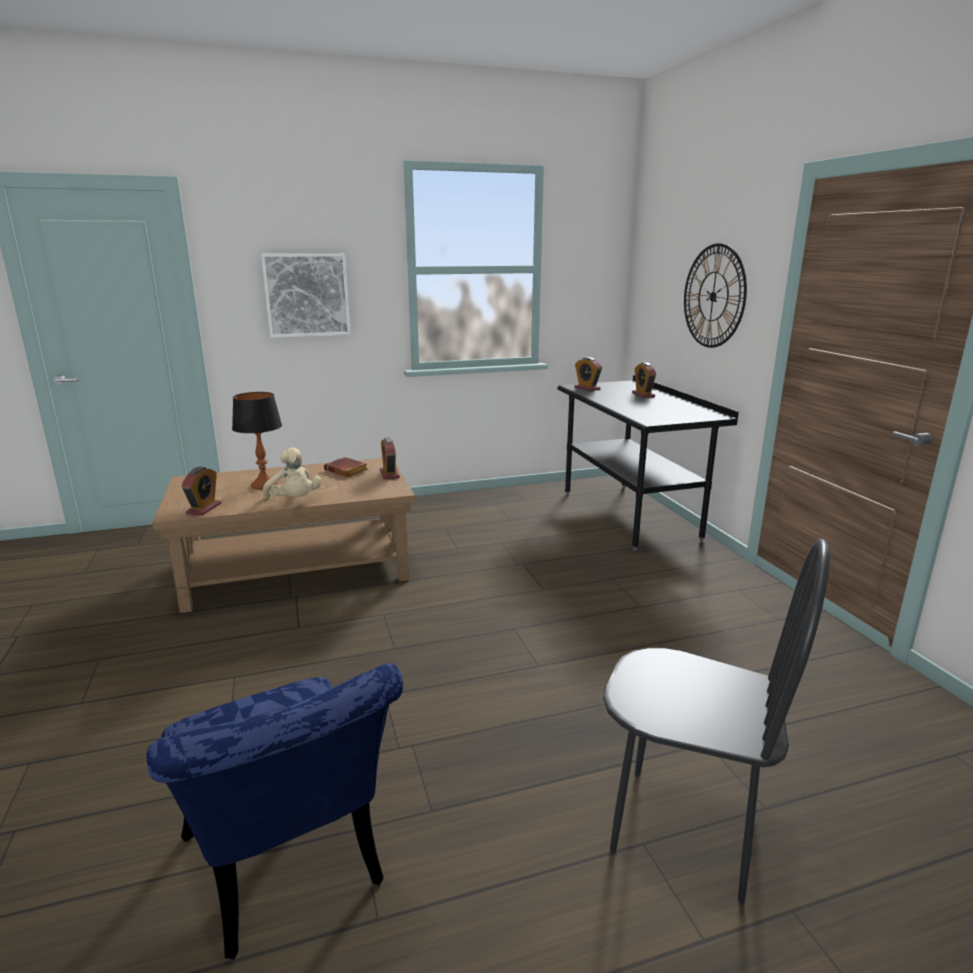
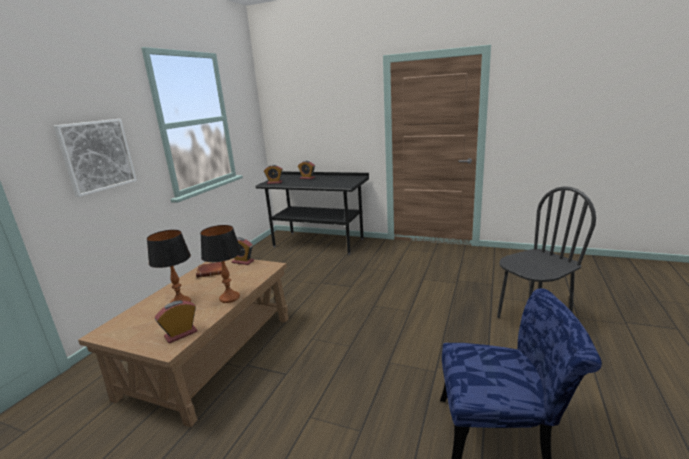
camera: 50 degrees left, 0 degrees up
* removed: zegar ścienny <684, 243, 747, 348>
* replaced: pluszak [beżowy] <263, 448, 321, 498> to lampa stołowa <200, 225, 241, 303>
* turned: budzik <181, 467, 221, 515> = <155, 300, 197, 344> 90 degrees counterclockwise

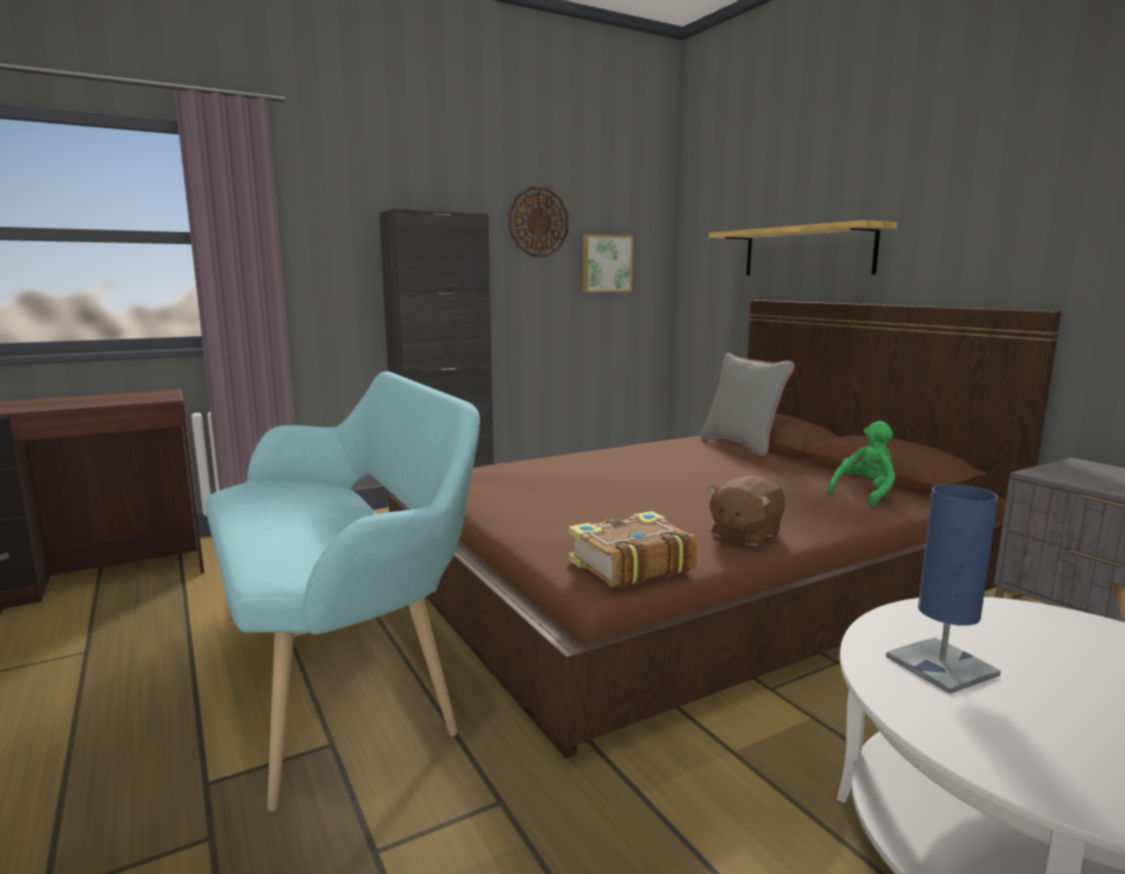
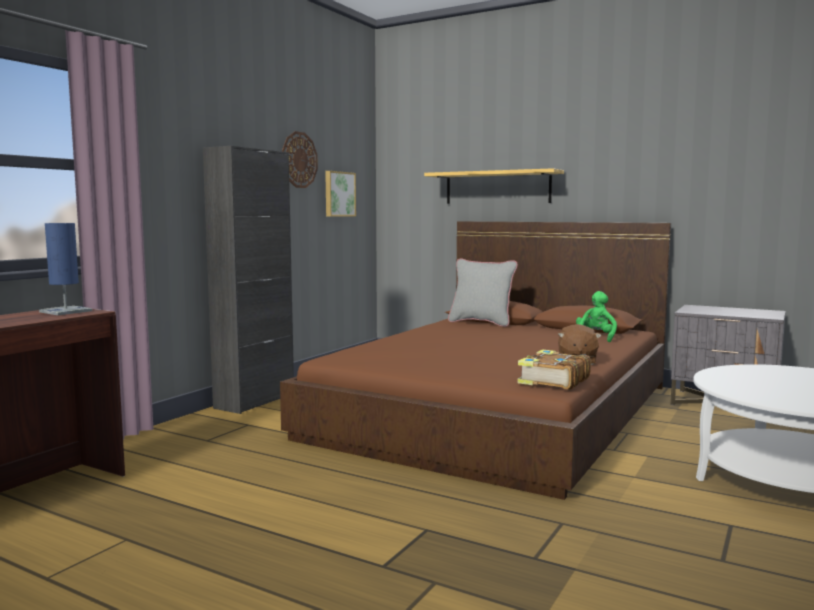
camera: 30 degrees left, 5 degrees down
* removed: ławka [turkusowy] <206, 372, 480, 811>
* moved: lampa stołowa [niebieski] <886, 484, 1001, 694> to <39, 223, 92, 315>

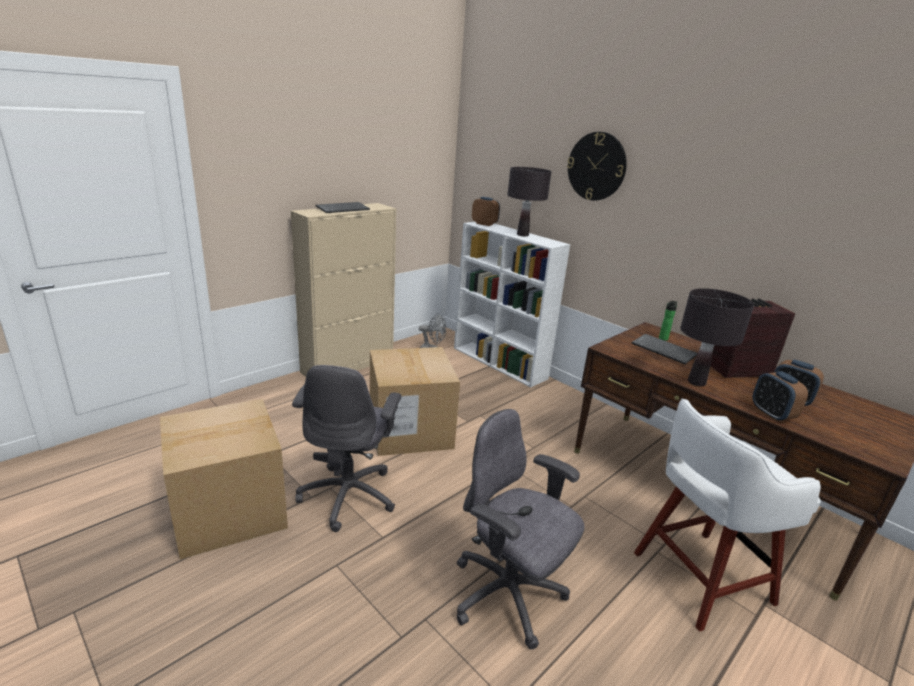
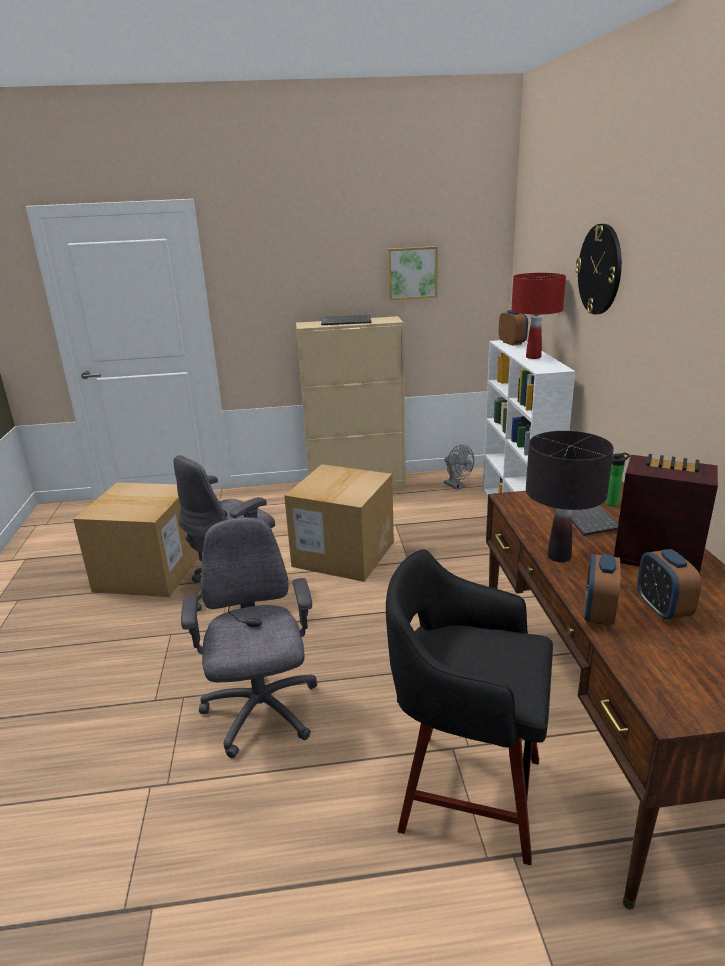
camera: 40 degrees right, 0 degrees up
* added: obraz <388, 246, 438, 300>
* recoloured: lampa stołowa [czarny] <508, 167, 551, 236> to lampa stołowa [czerwony] <511, 273, 566, 359>
* recoloured: stołek [biały] <634, 398, 821, 631> to stołek [czarny] <386, 549, 553, 865>

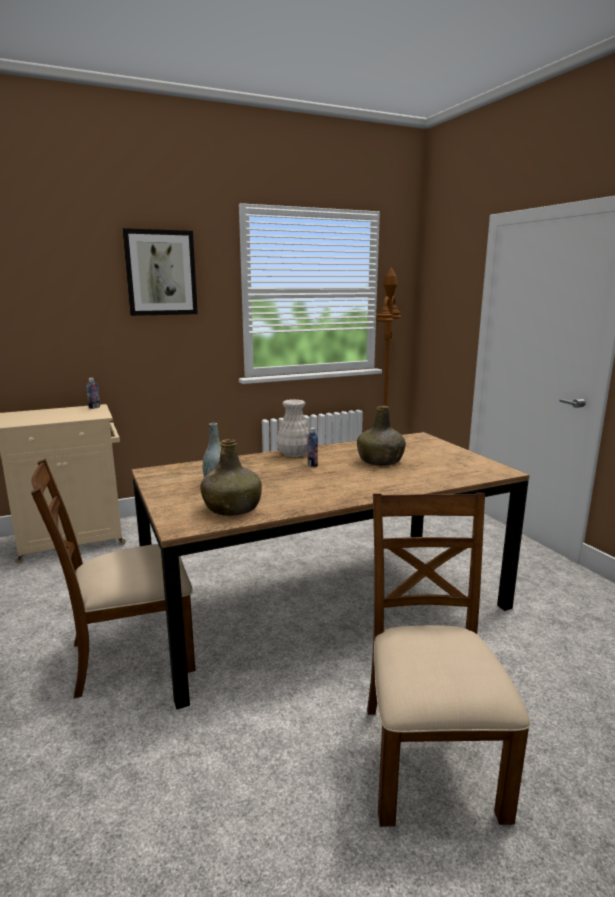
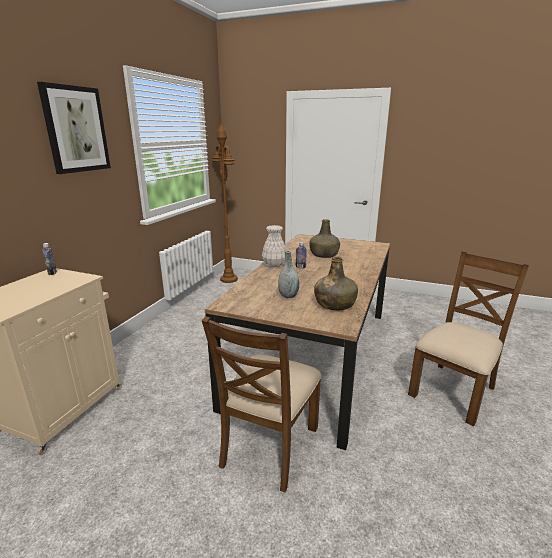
camera: 45 degrees left, 5 degrees up
* turned: krzesło [brązowy] <367, 493, 530, 827> = <408, 252, 529, 426> 90 degrees clockwise

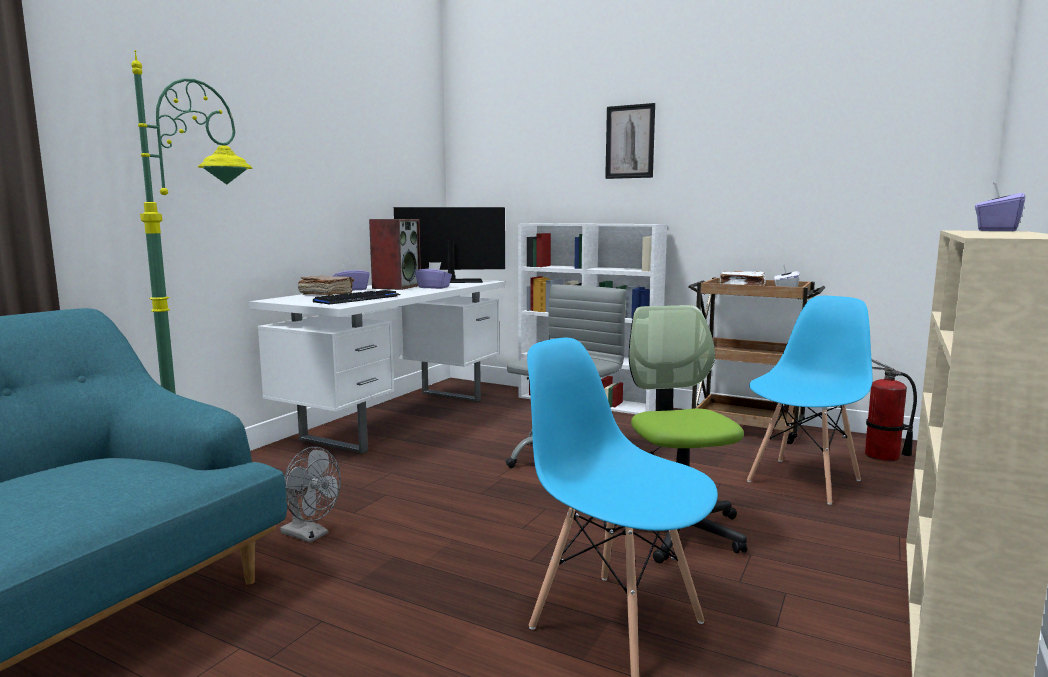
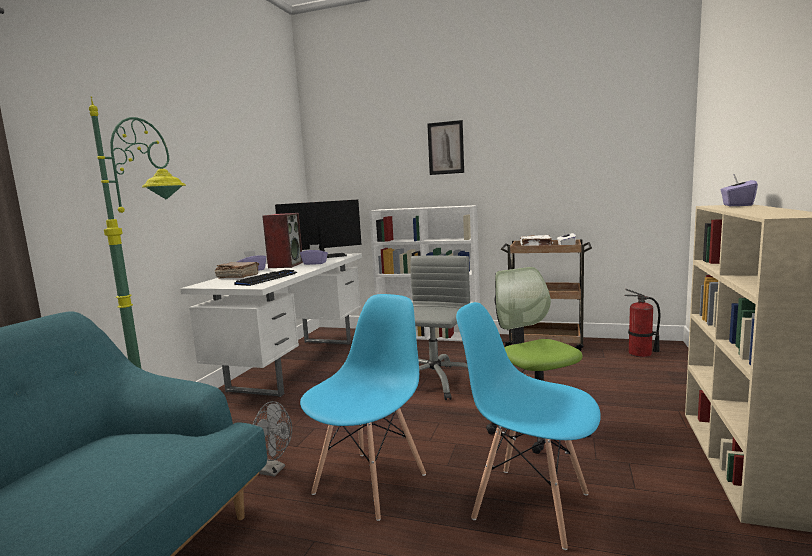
camera: 10 degrees left, 0 degrees up
* moved: krzesło [niebieski] <747, 296, 873, 505> to <300, 294, 426, 521>

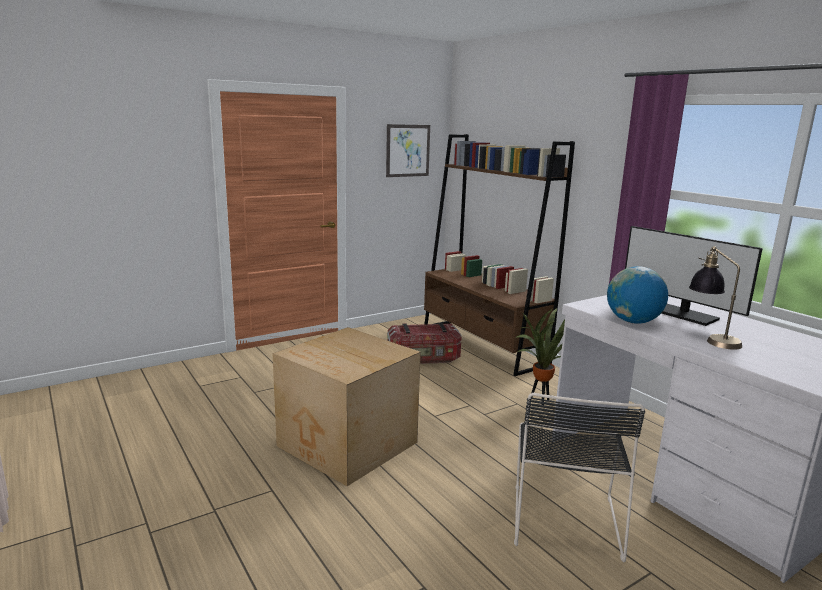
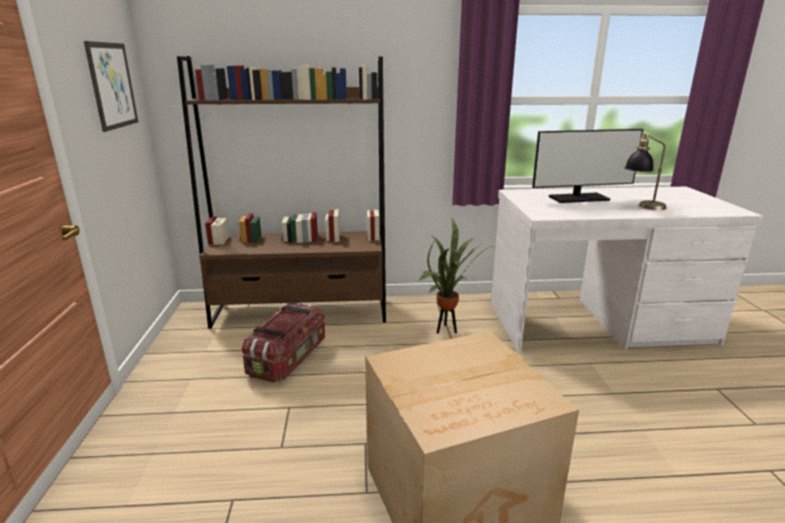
camera: 60 degrees left, 5 degrees up
* removed: krzesło [czarny] <514, 393, 645, 562>
* removed: globus <607, 266, 668, 324>

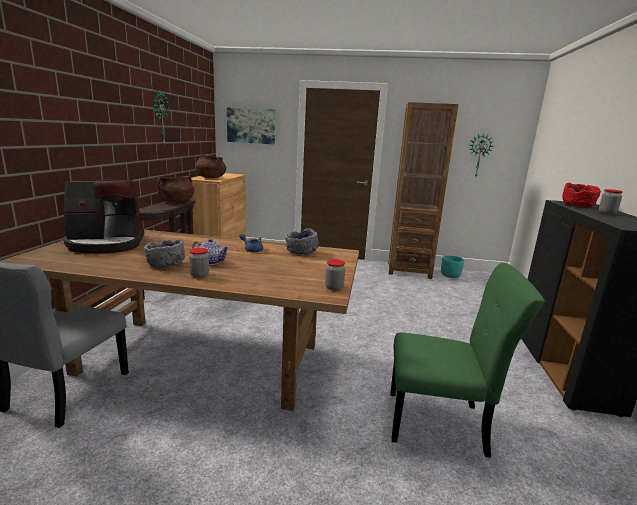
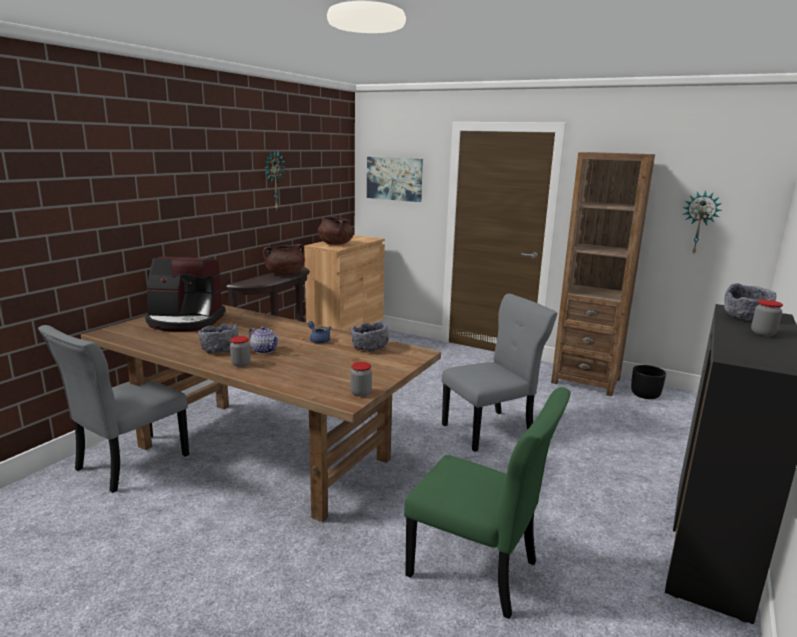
camera: 20 degrees right, 0 degrees up
* added: krzesło [szary] <442, 294, 558, 452>
* recoloured: donica [turkusowy] <441, 255, 464, 278> to donica [czarny] <631, 365, 666, 399>
* recoloured: miska [czerwony] <562, 183, 601, 208> to miska [szary] <724, 283, 776, 322>

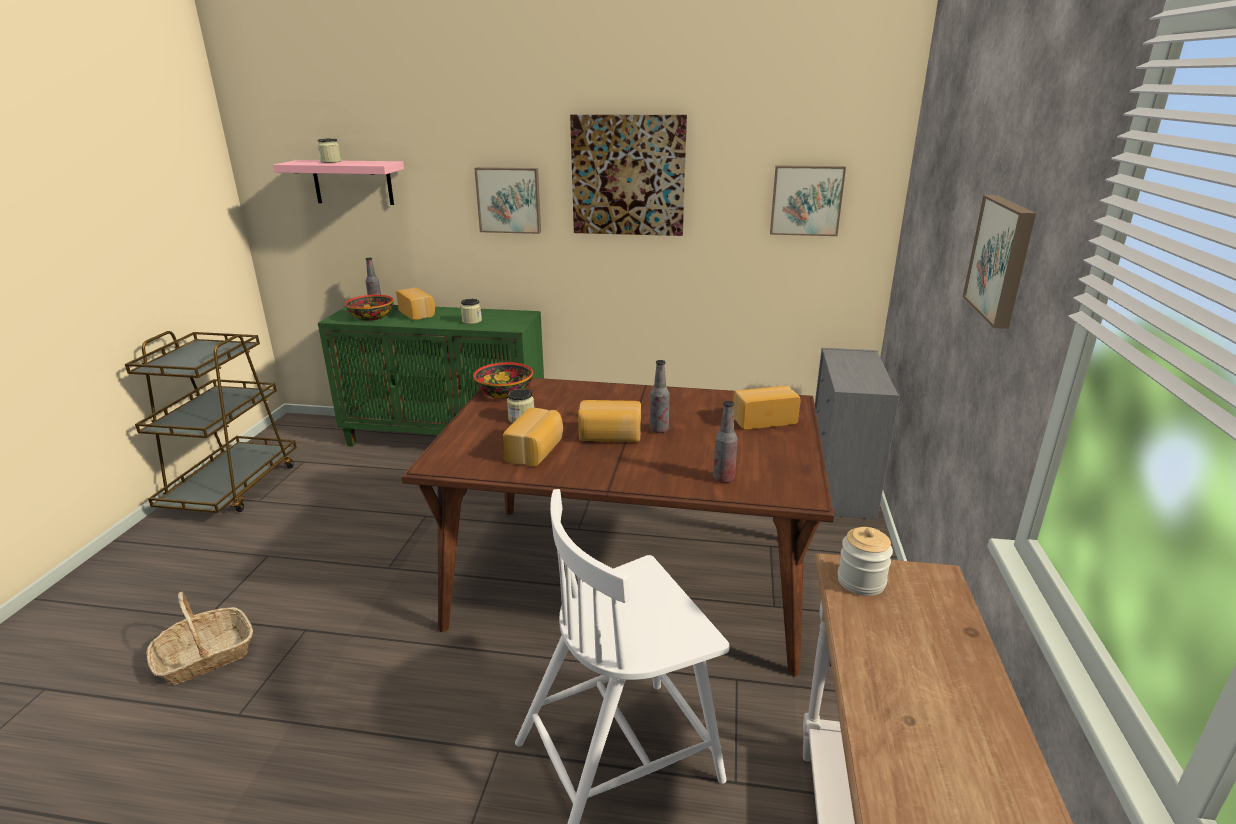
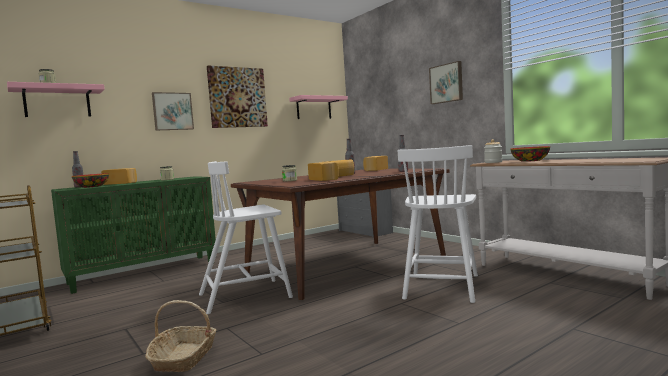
camera: 45 degrees left, 20 degrees down
* added: krzesło [biały] <199, 161, 293, 314>
* moved: miska <473, 362, 533, 399> to <510, 146, 550, 162>
* replaced: obraz <770, 165, 846, 236> to półka [różowy] <289, 95, 348, 119>

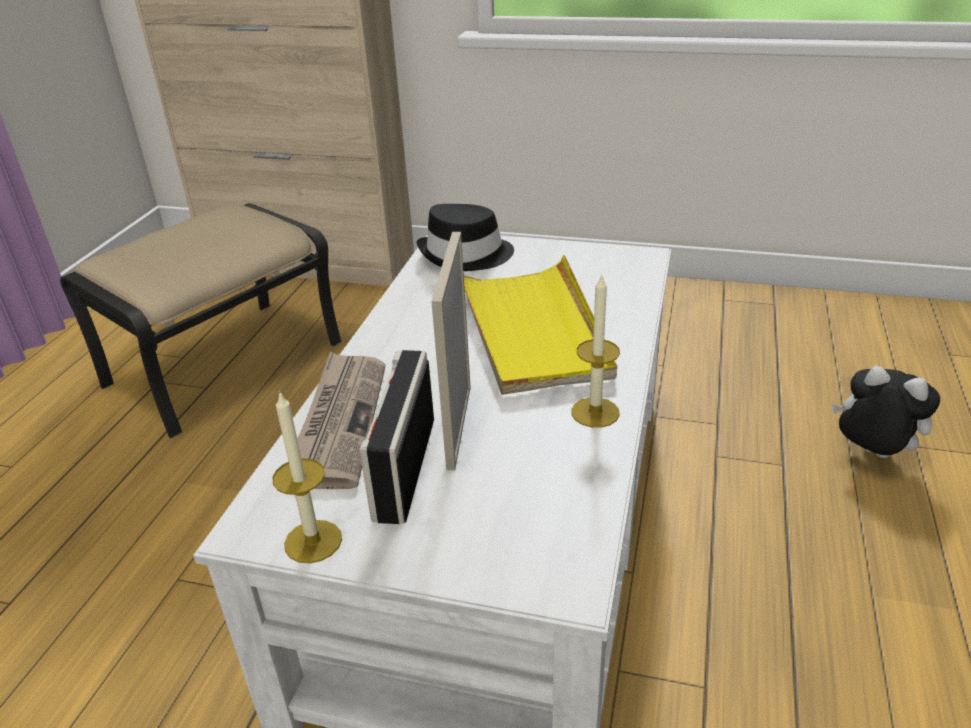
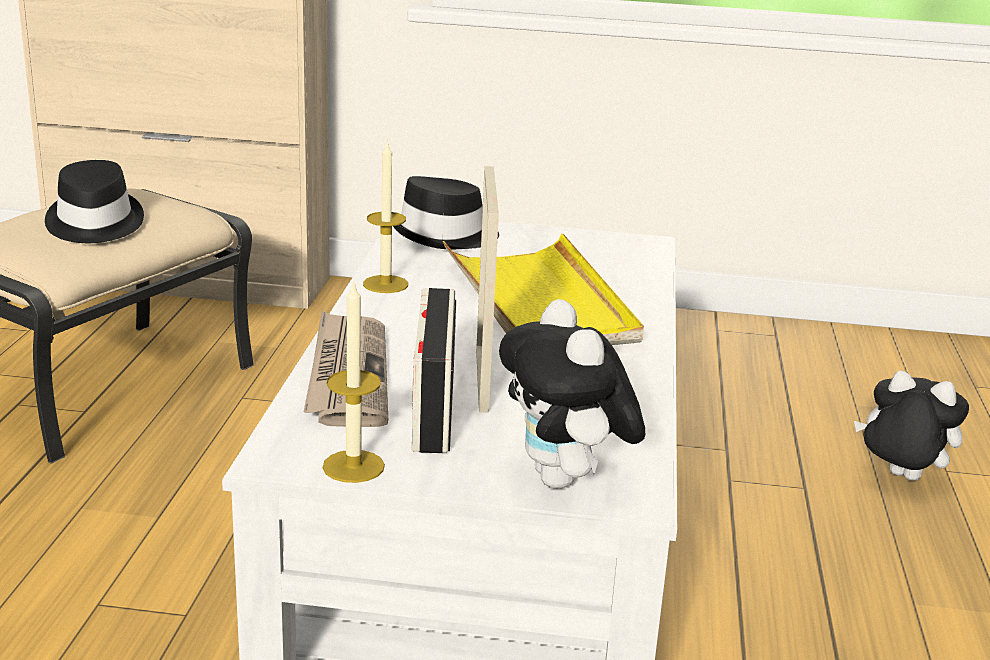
camera: 10 degrees left, 10 degrees down
* added: kapelusz [czarny] <45, 160, 144, 243>
* added: pluszak <499, 299, 645, 489>
* moved: świeca <571, 273, 620, 428> to <363, 140, 408, 293>

